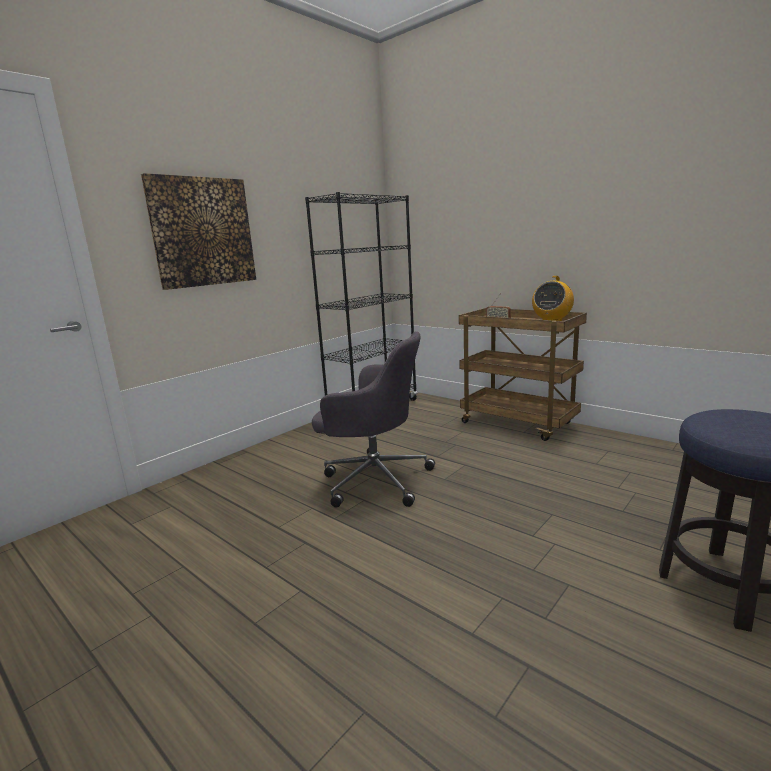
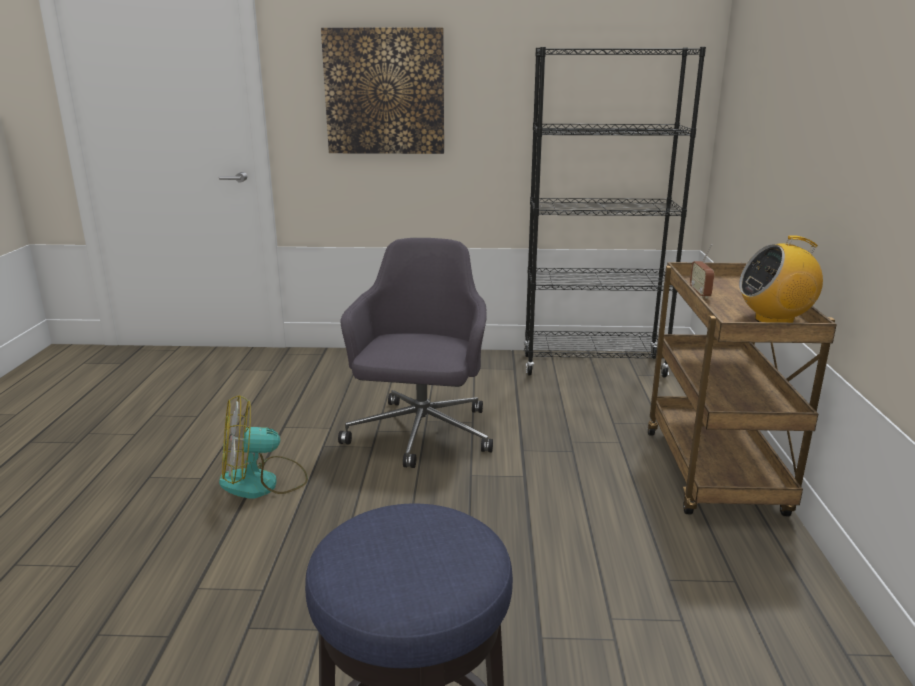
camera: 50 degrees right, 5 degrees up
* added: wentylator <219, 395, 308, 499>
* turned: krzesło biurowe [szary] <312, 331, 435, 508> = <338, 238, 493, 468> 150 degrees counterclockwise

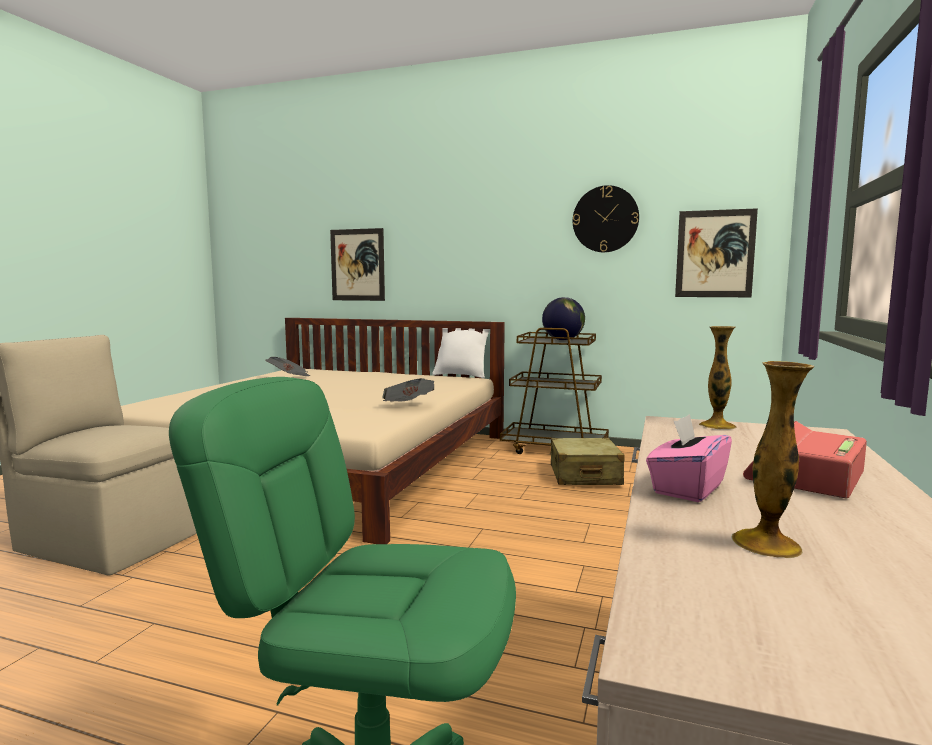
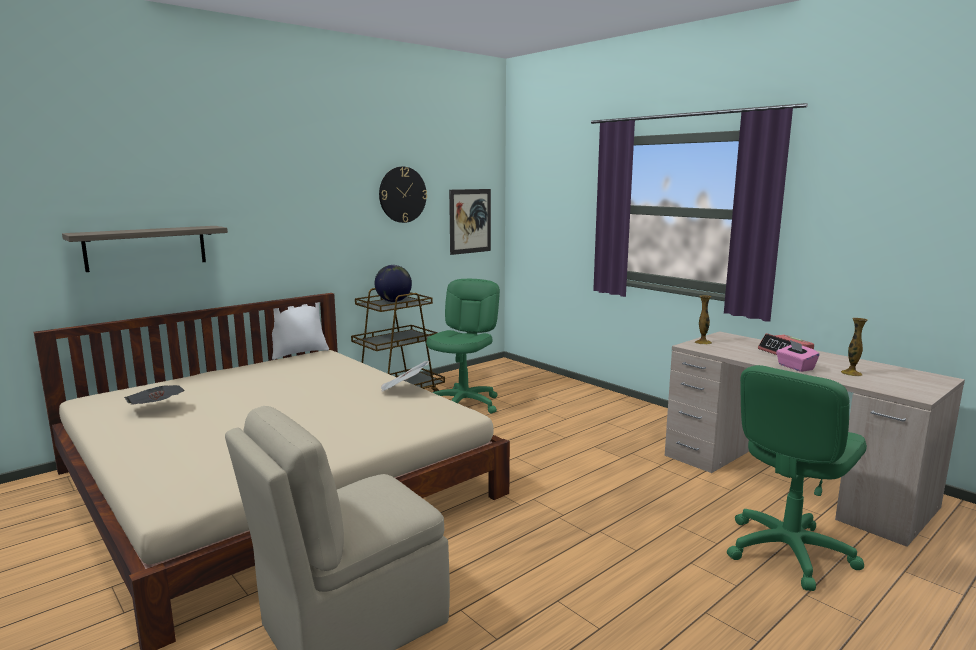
camera: 60 degrees left, 5 degrees up
* replaced: obraz <330, 228, 385, 301> to półka <62, 226, 228, 272>
* replaced: walizka [beżowy] <550, 438, 625, 485> to krzesło biurowe [zielony] <426, 279, 500, 413>

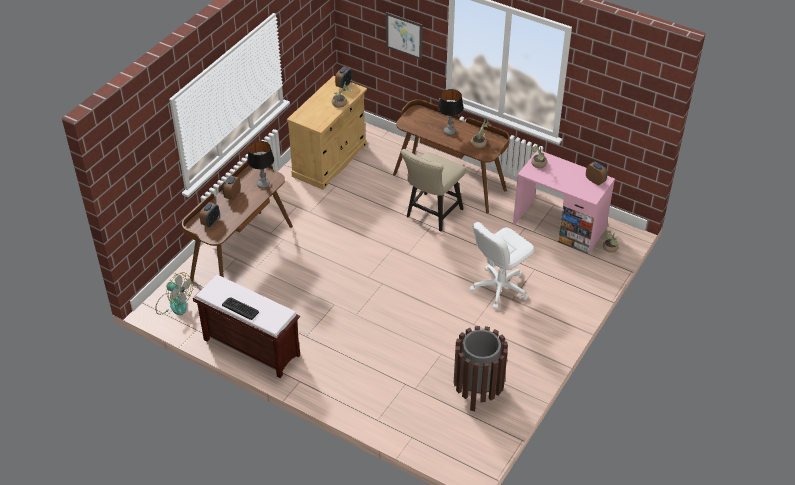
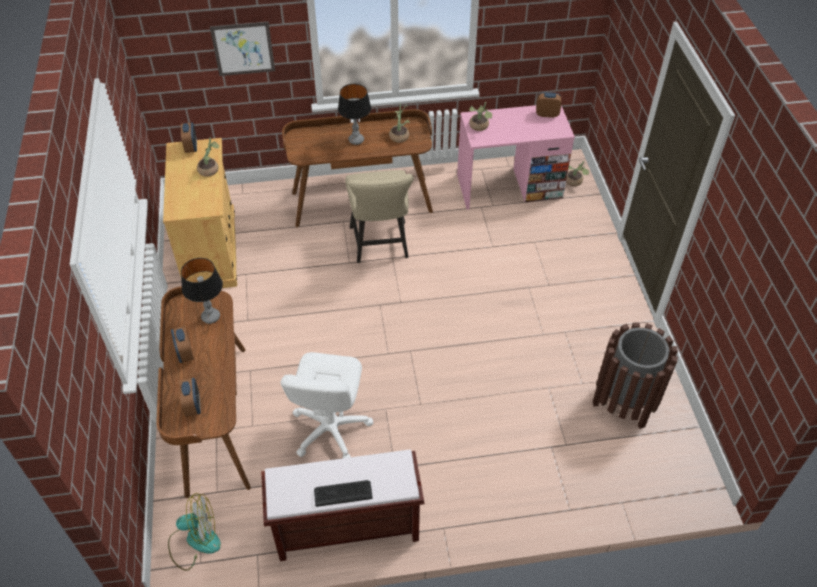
camera: 40 degrees left, 5 degrees up
* moved: krzesło biurowe [biały] <470, 222, 534, 310> to <281, 352, 373, 458>

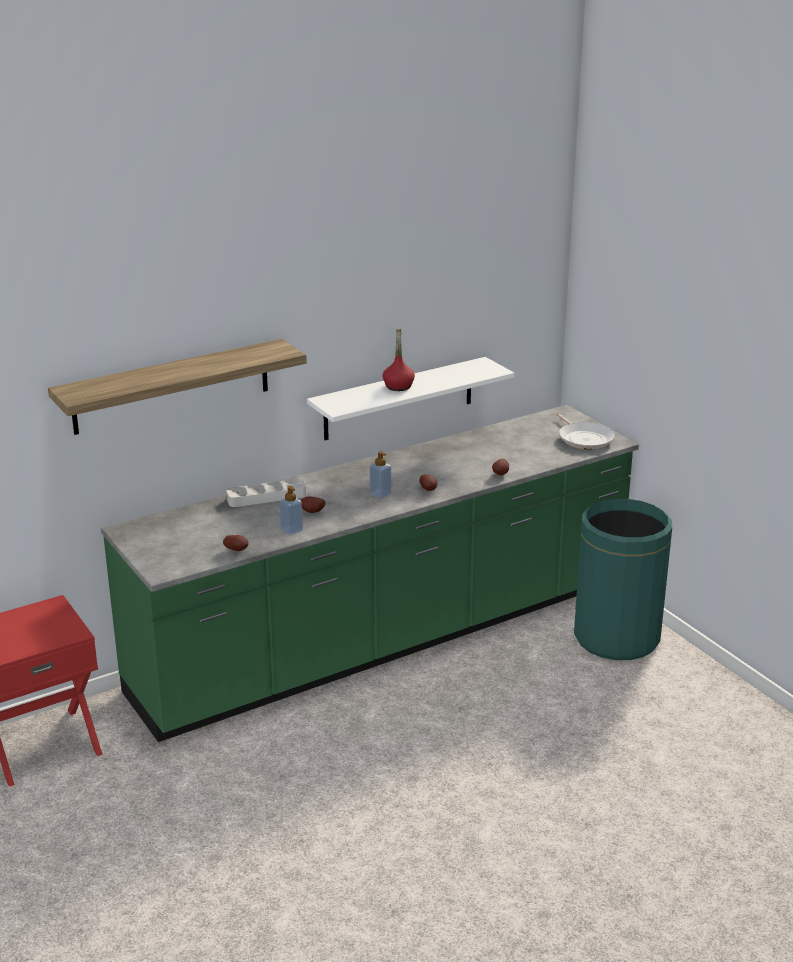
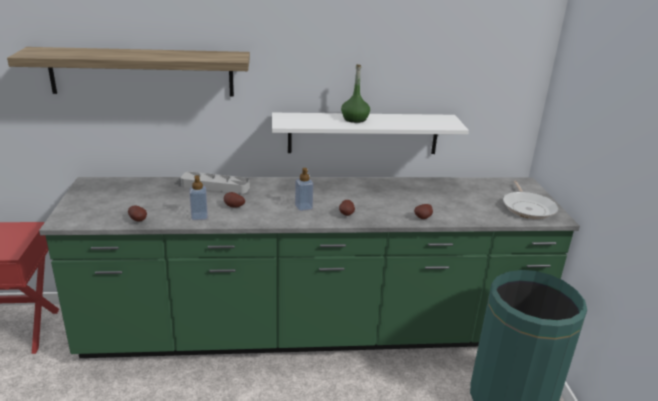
camera: 25 degrees right, 0 degrees up
* recoloured: butelka [czerwony] <382, 329, 415, 391> to butelka [zielony] <341, 64, 370, 123>

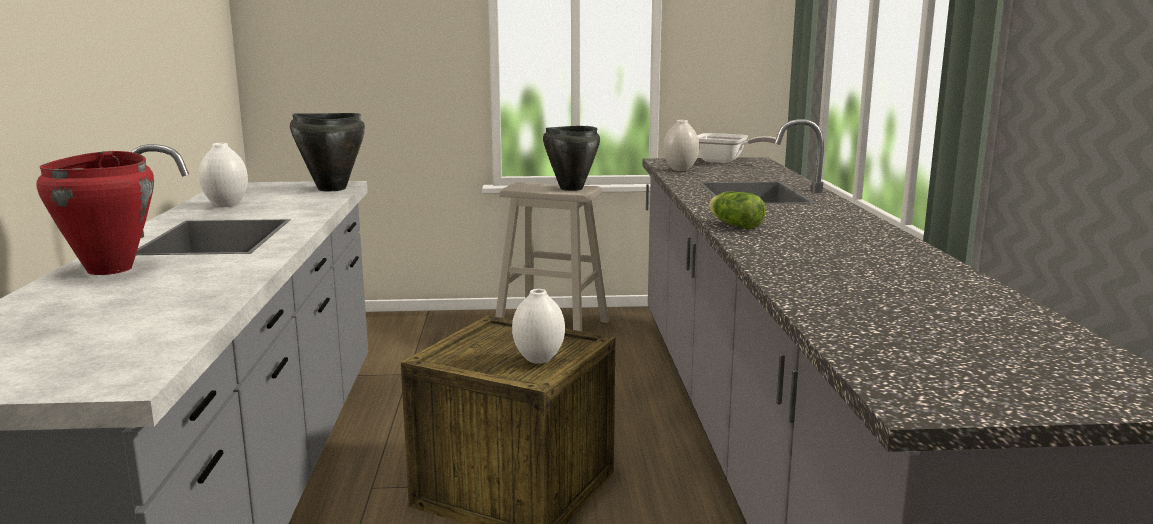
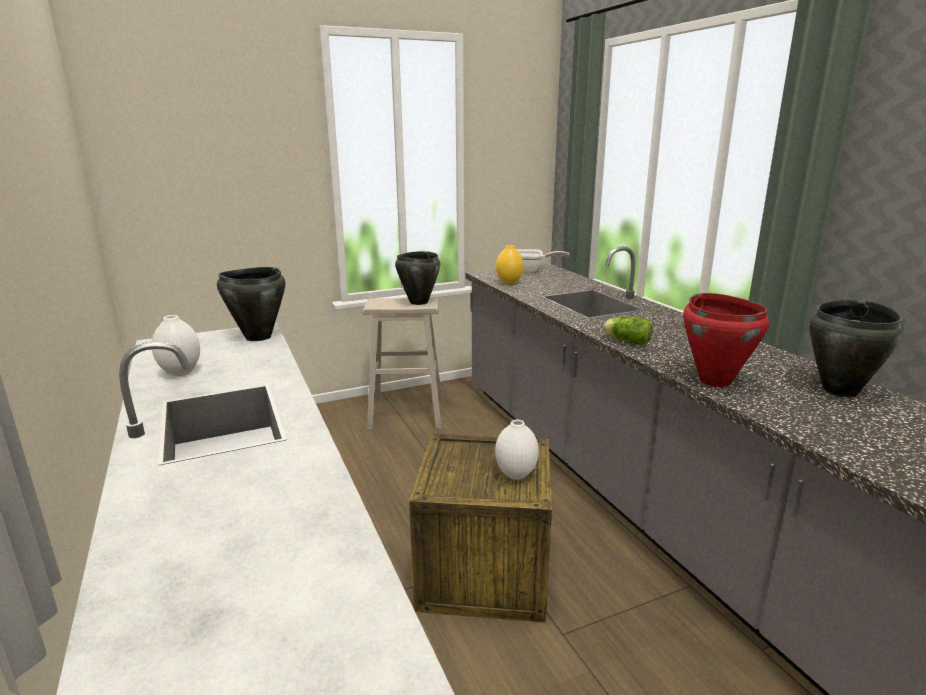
camera: 20 degrees left, 5 degrees up
* added: garnek [czarny] <809, 300, 904, 397>
* moved: garnek [czerwony] <37, 151, 154, 275> to <683, 293, 769, 387>
* recoloured: wazon [biały] <663, 120, 700, 171> to wazon [żółty] <496, 245, 524, 285>

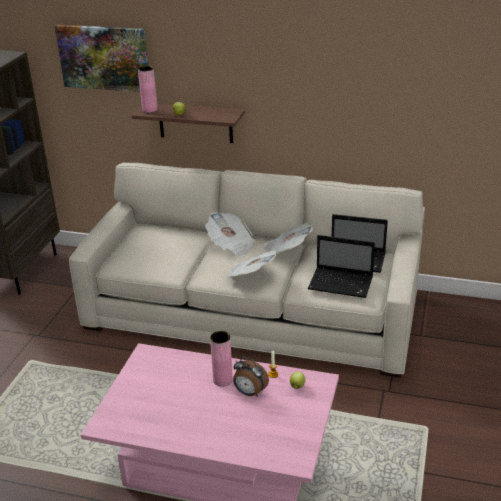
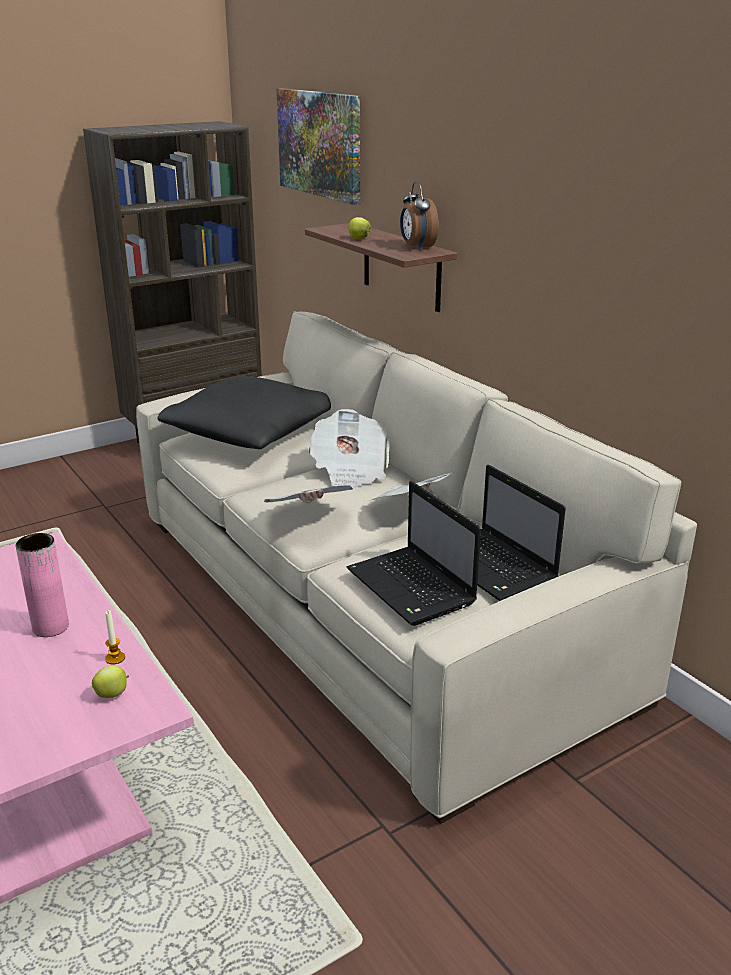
camera: 40 degrees right, 5 degrees down
* removed: wazon [różowy] <138, 66, 158, 113>
* added: poduszka [czarny] <157, 376, 331, 449>
* moved: budzik <233, 357, 269, 397> to <400, 182, 439, 250>

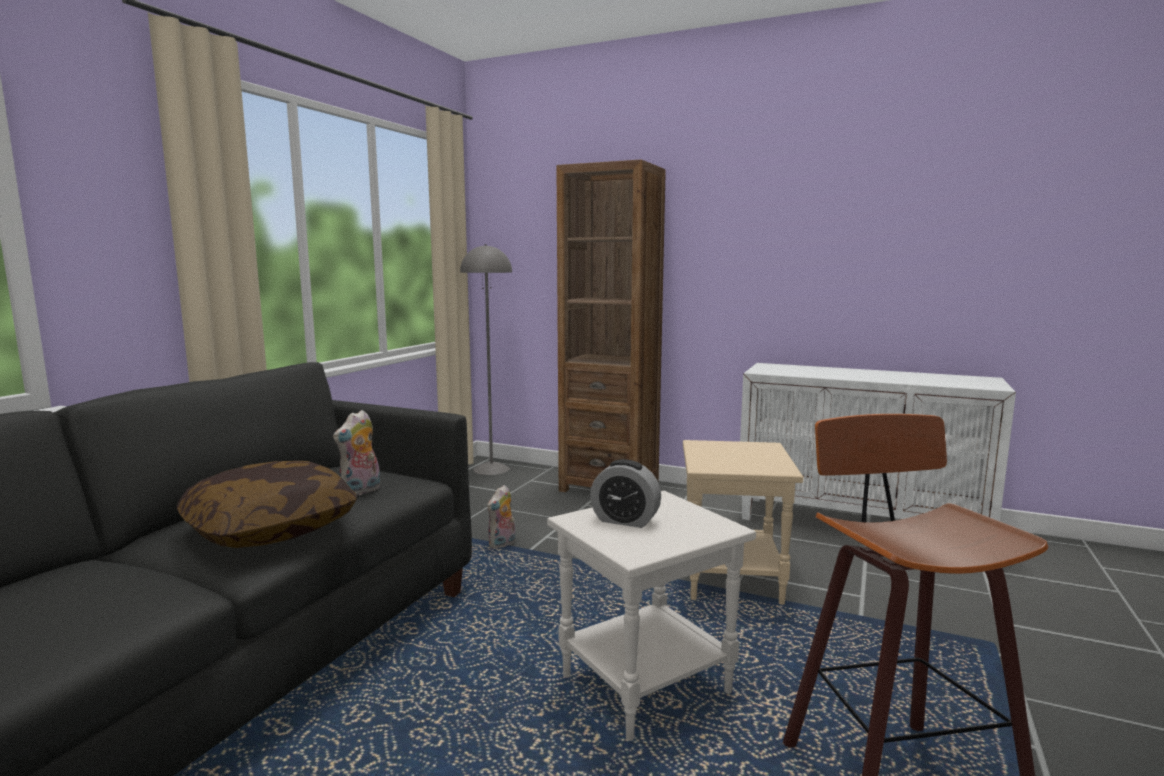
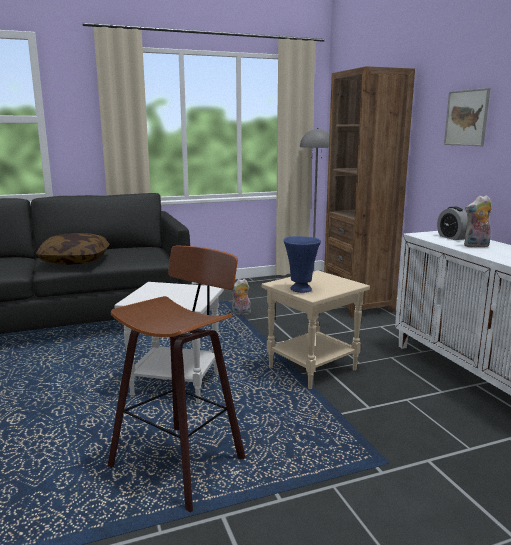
camera: 45 degrees right, 5 degrees up
* added: wazon [niebieski] <284, 236, 321, 293>
* added: obraz <444, 88, 490, 146>
* moved: pluszak <333, 410, 381, 496> to <464, 195, 492, 248>
* moved: budzik <590, 459, 661, 528> to <437, 206, 468, 240>

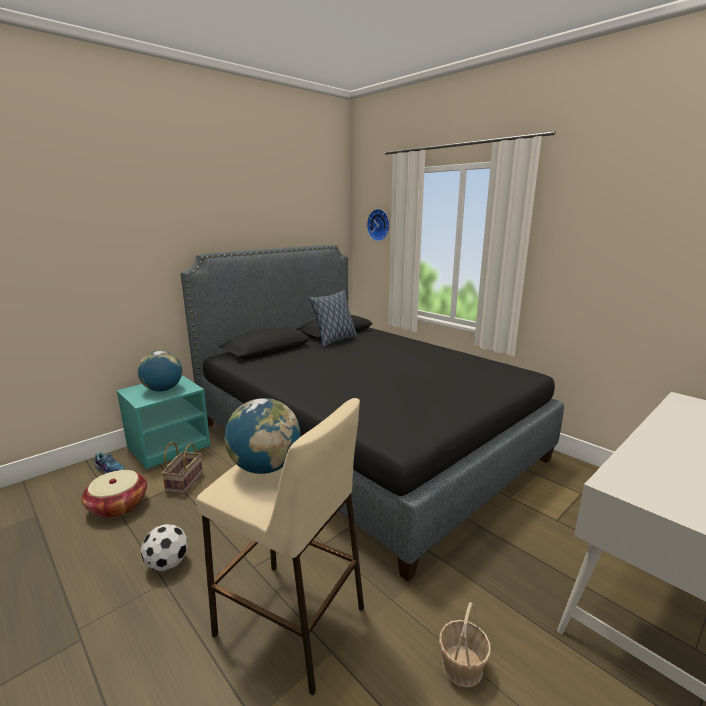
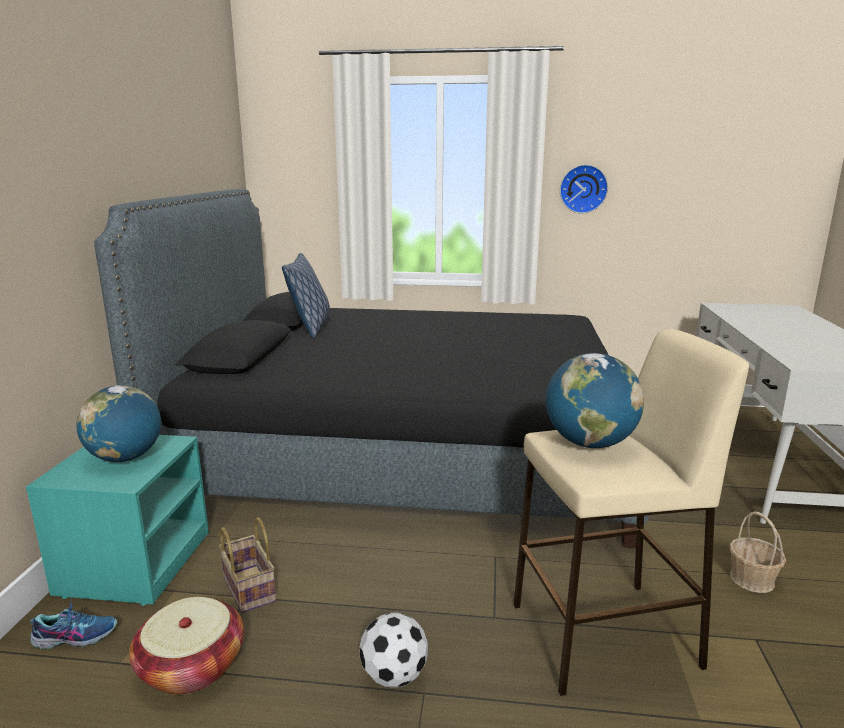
camera: 40 degrees left, 0 degrees up
* moved: zegar ścienny <367, 209, 390, 241> to <560, 164, 608, 214>

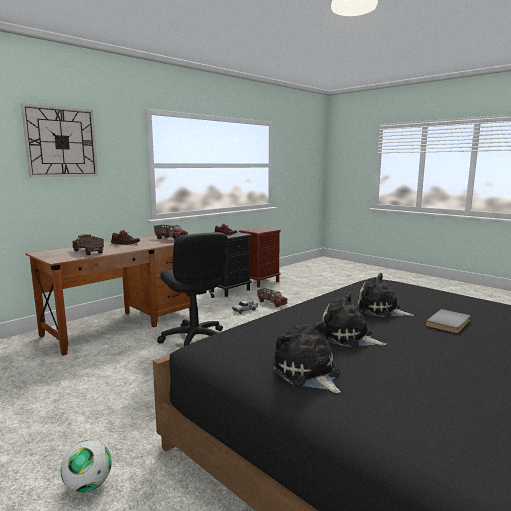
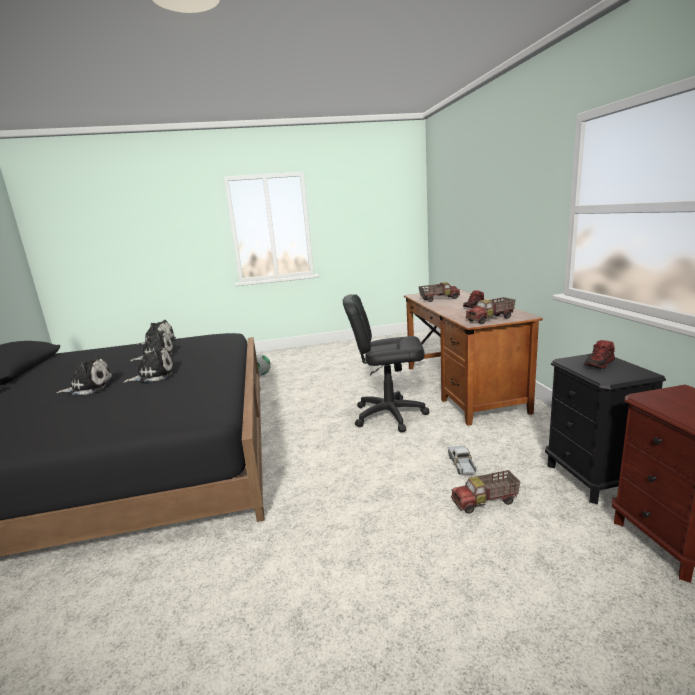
camera: 125 degrees right, 5 degrees up
* removed: zegar ścienny <21, 103, 98, 177>
* replaced: książka [szary] <426, 309, 470, 333> to pluszak <56, 355, 114, 395>

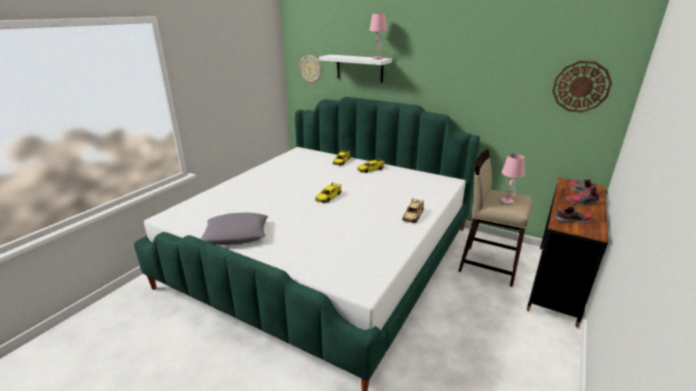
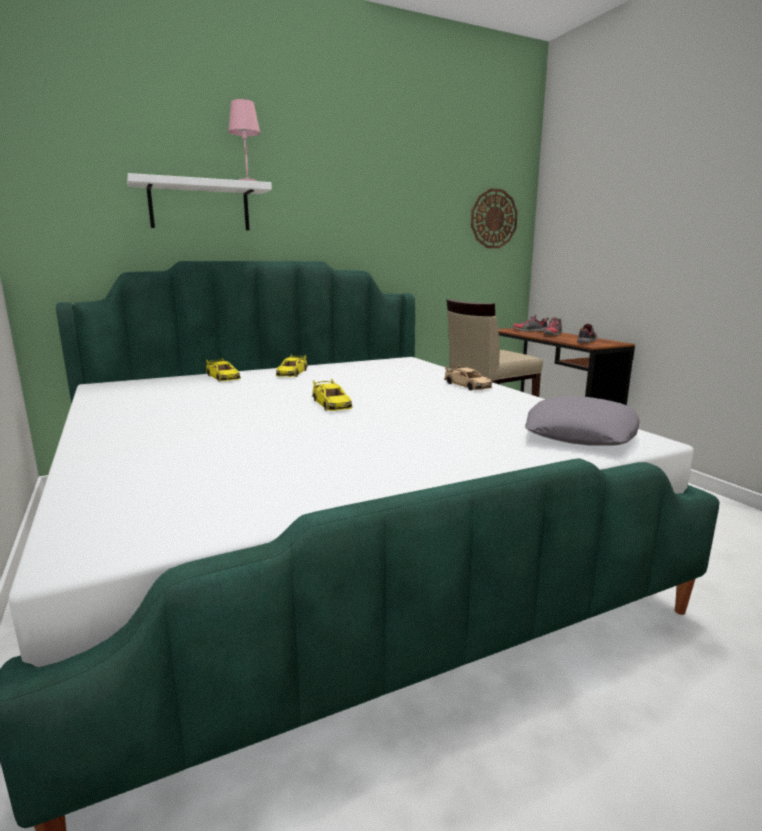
camera: 55 degrees left, 10 degrees down
* removed: zegar ścienny <299, 55, 322, 84>
* removed: lampa stołowa [różowy] <500, 154, 525, 205>
* moved: poduszka [szary] <201, 212, 268, 245> to <525, 396, 639, 446>

